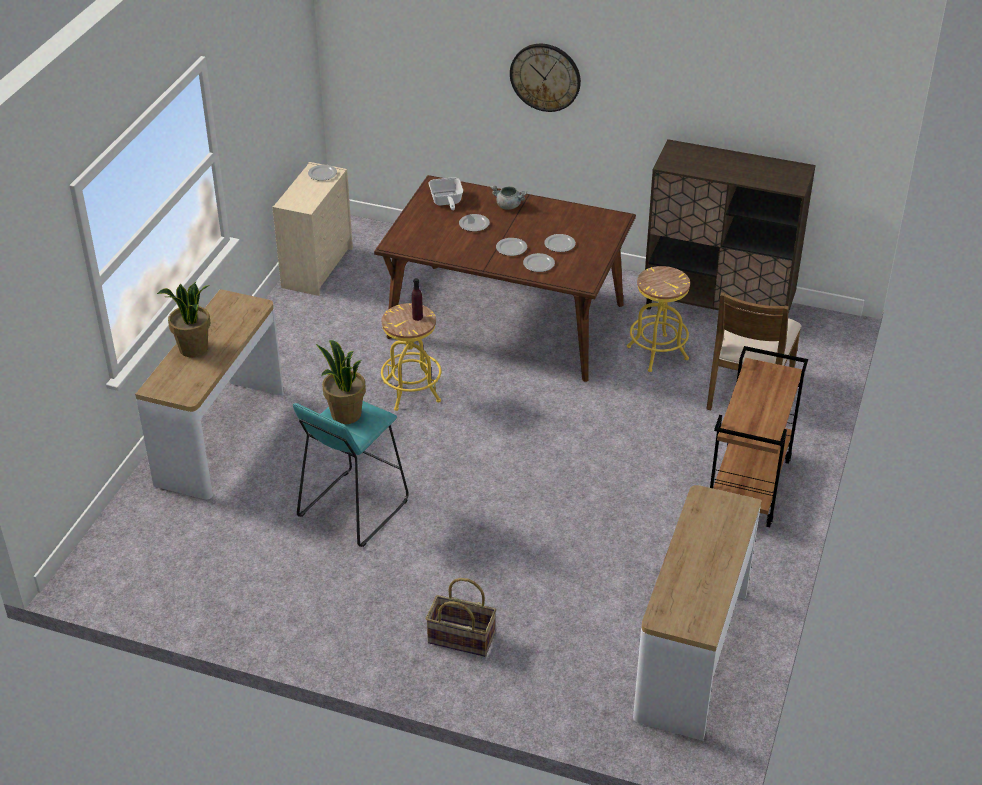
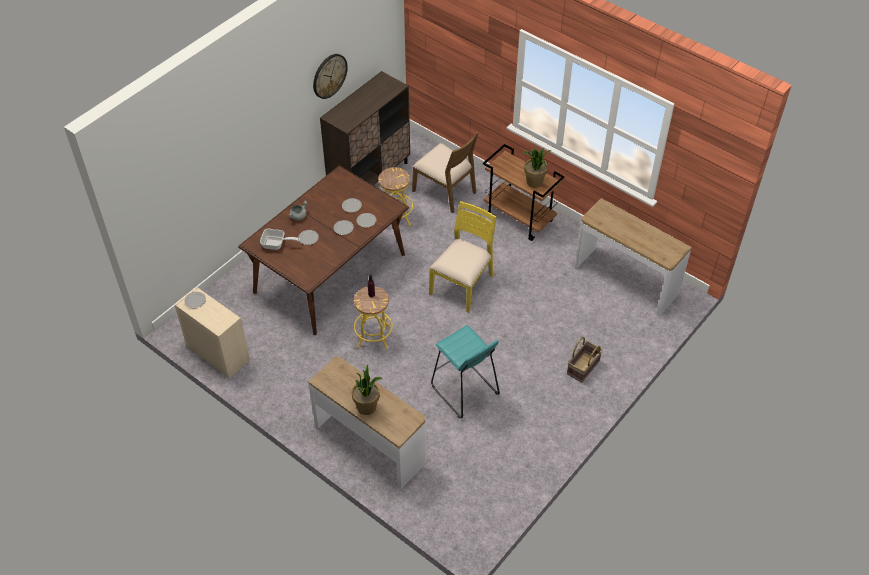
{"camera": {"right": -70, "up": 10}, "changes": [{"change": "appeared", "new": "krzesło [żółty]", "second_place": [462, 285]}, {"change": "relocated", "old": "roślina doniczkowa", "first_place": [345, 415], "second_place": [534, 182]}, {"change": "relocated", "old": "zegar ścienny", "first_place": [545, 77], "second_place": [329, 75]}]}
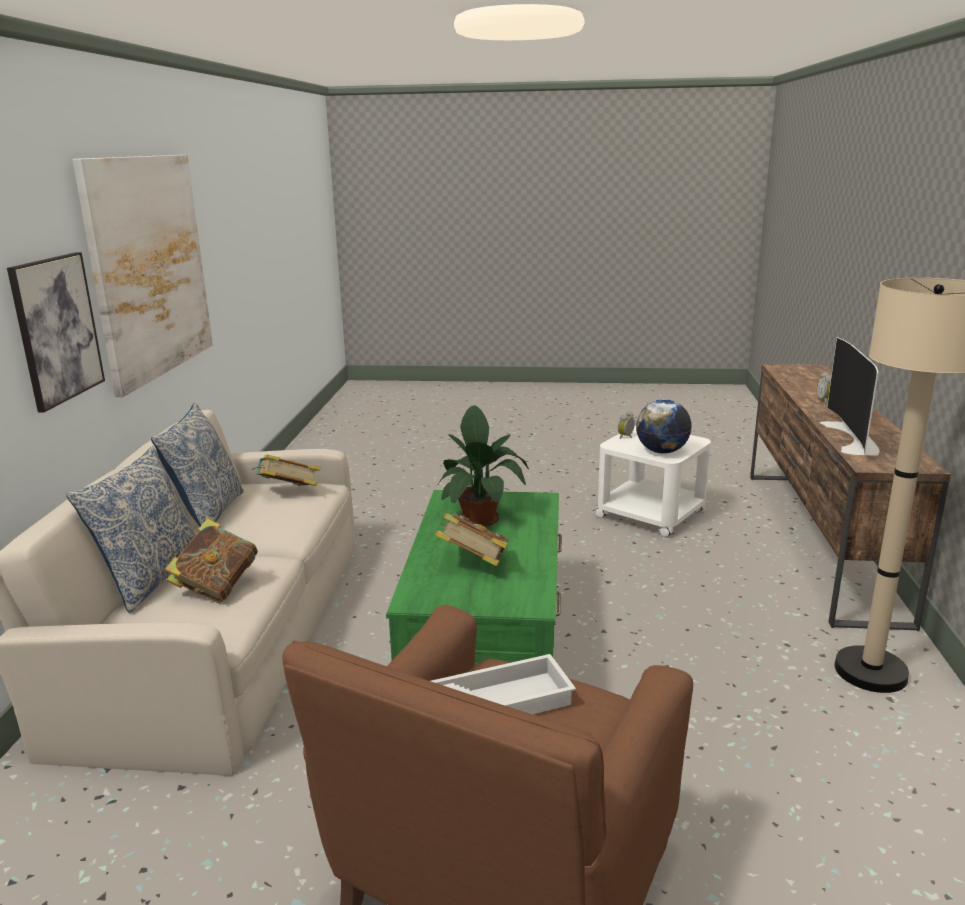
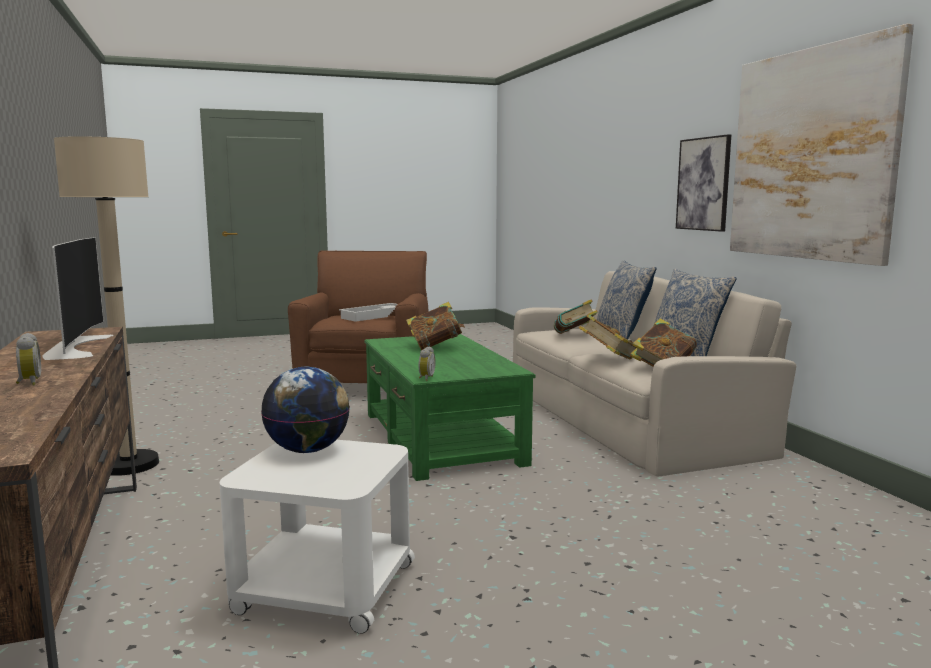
{"camera": {"right": 155, "up": -10}, "changes": [{"change": "missing", "old": "roślina doniczkowa", "first_place": [481, 517]}, {"change": "appeared", "new": "książka", "second_place": [608, 359]}, {"change": "relocated", "old": "budzik", "first_place": [626, 437], "second_place": [425, 378]}]}
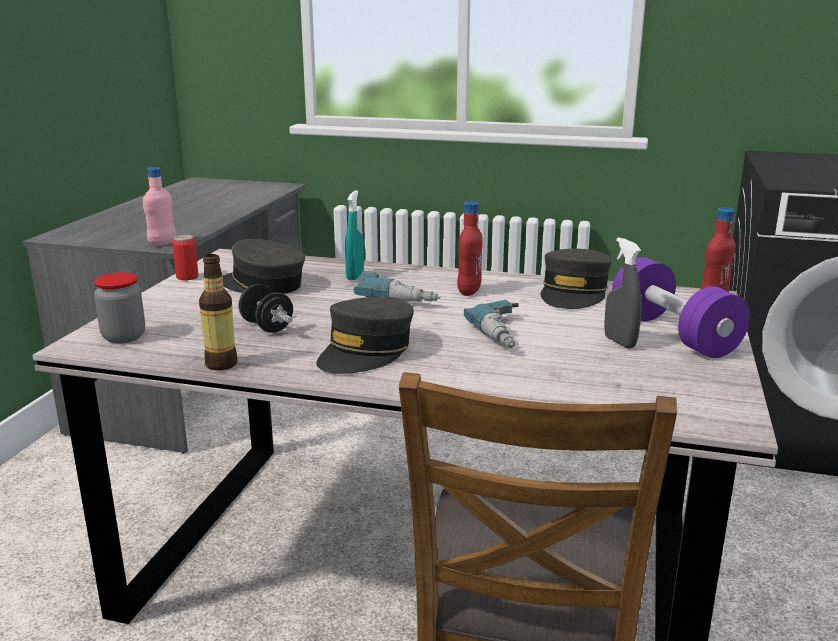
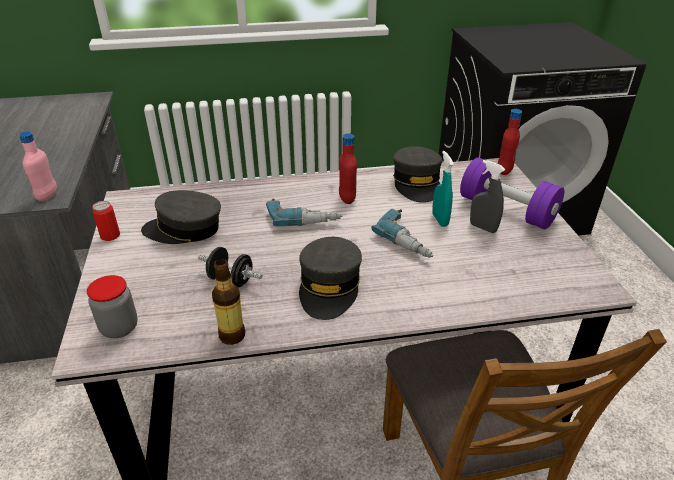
{"camera": {"right": -25, "up": 15}, "changes": [{"change": "relocated", "old": "spryskiwacz [turkusowy]", "first_place": [355, 276], "second_place": [440, 220]}]}
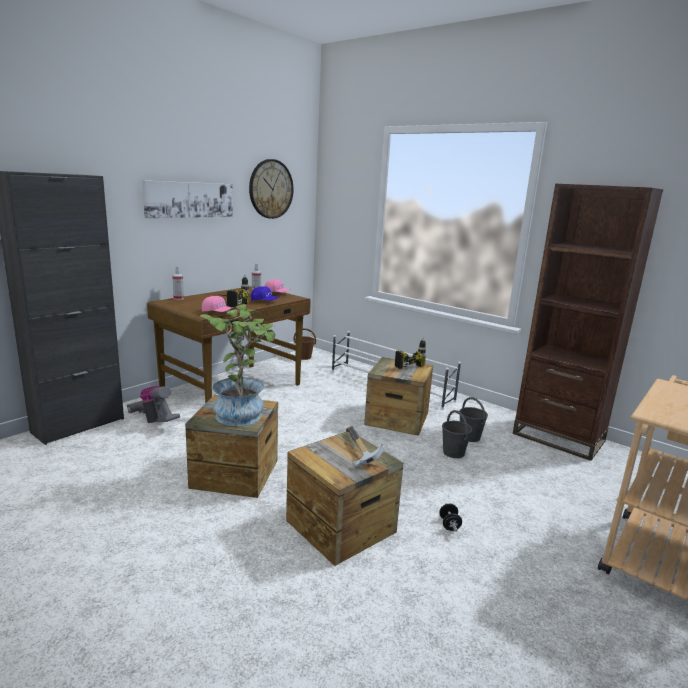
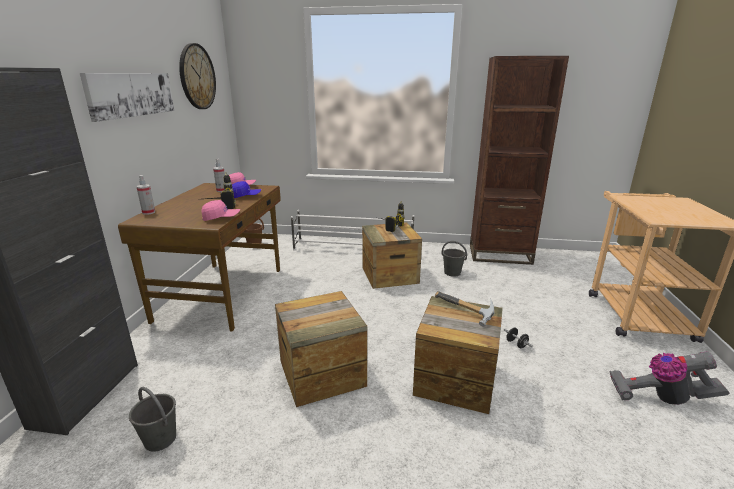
{"camera": {"right": -30, "up": 5}, "changes": [{"change": "missing", "old": "roślina doniczkowa", "first_place": [242, 412]}, {"change": "relocated", "old": "odkurzacz", "first_place": [155, 421], "second_place": [660, 397]}, {"change": "relocated", "old": "wiadro [szary]", "first_place": [454, 453], "second_place": [160, 439]}]}
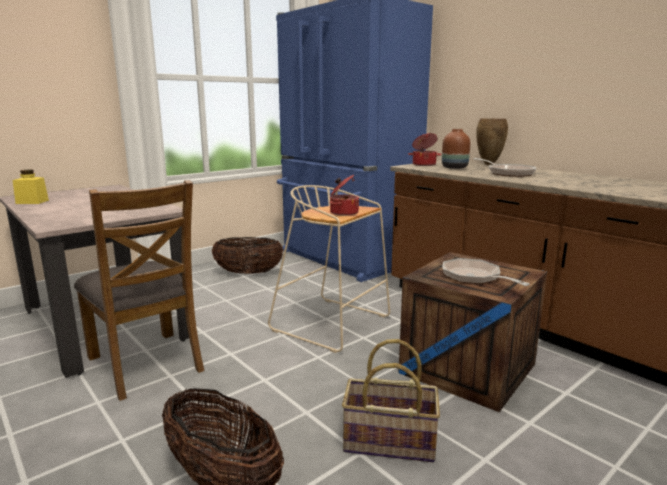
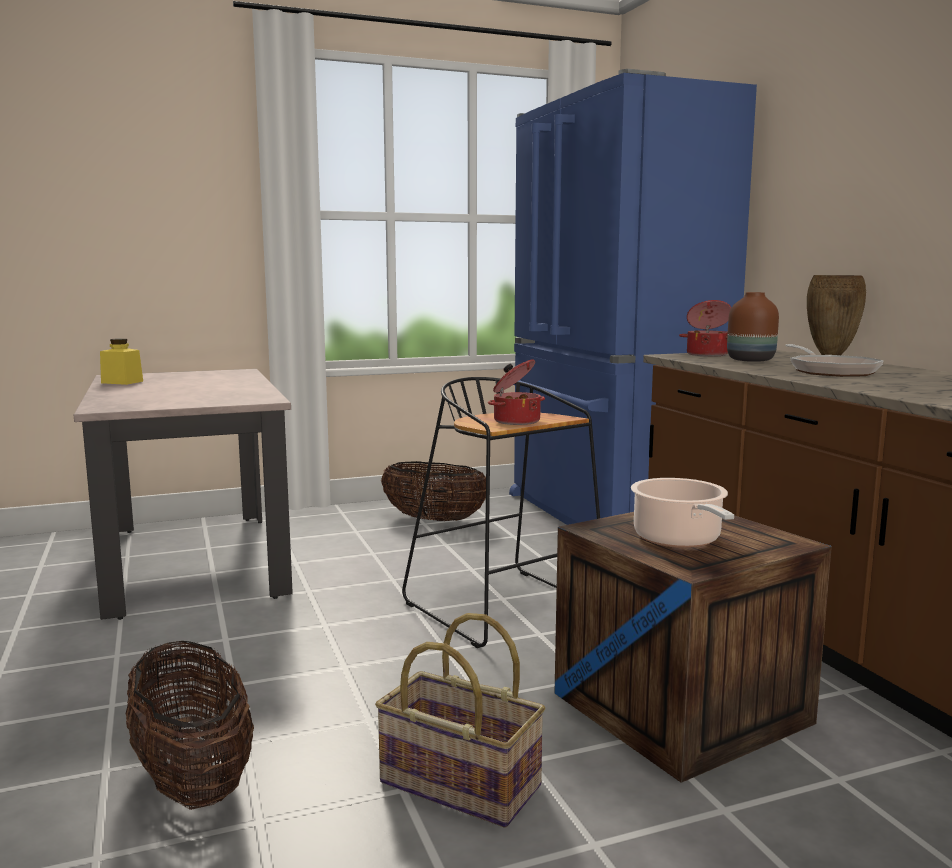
{"camera": {"right": 20, "up": -5}, "changes": [{"change": "missing", "old": "krzesło [brązowy]", "first_place": [146, 363]}, {"change": "exchanged", "old": "patelnia", "new": "garnek", "first_place": [474, 277], "second_place": [679, 540]}, {"change": "colour", "old": "stołek [beżowy]", "new": "stołek [czarny]", "first_place": [333, 324], "second_place": [507, 607]}]}
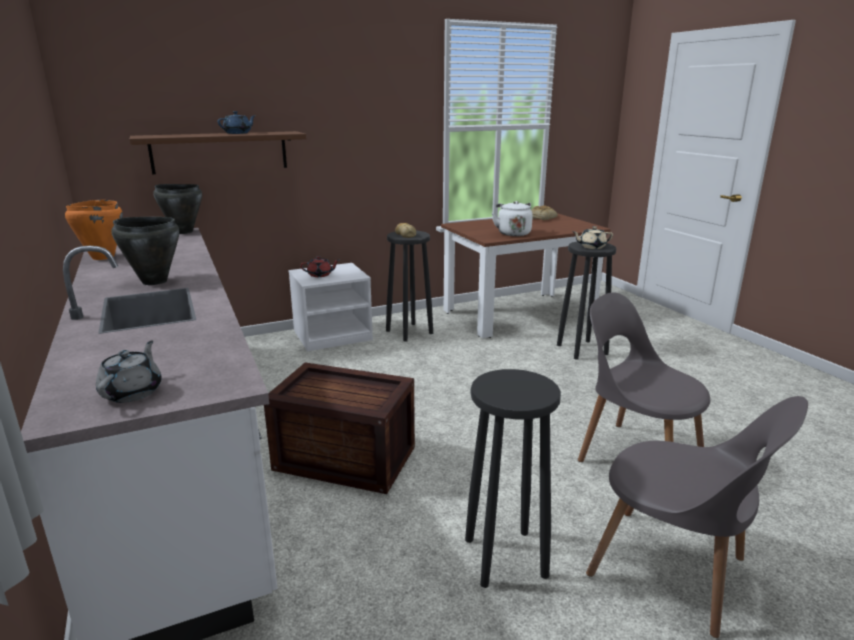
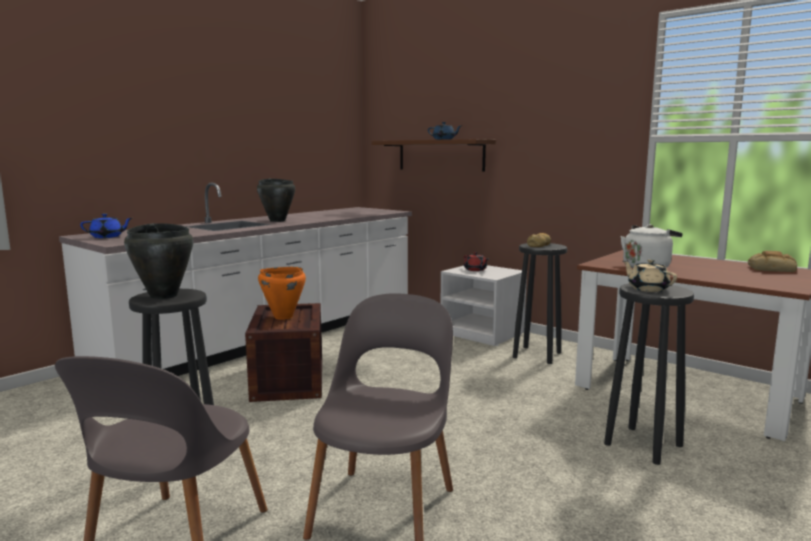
{"camera": {"right": 65, "up": -10}, "changes": [{"change": "relocated", "old": "garnek [pomarańczowy]", "first_place": [102, 257], "second_place": [283, 317]}, {"change": "relocated", "old": "garnek [czarny]", "first_place": [183, 232], "second_place": [164, 295]}, {"change": "colour", "old": "imbryk [szary]", "new": "imbryk [niebieski]", "first_place": [133, 392], "second_place": [107, 237]}]}
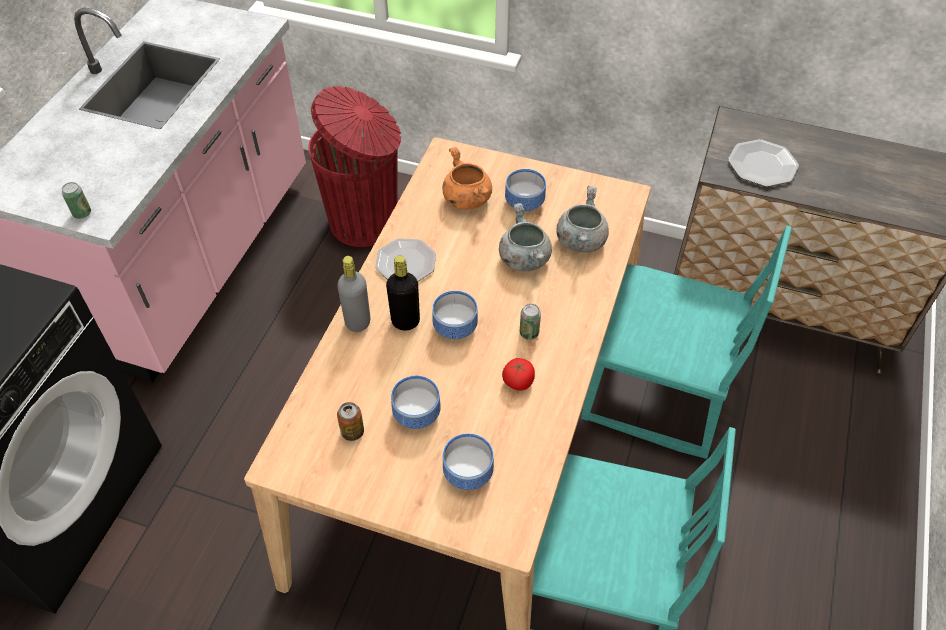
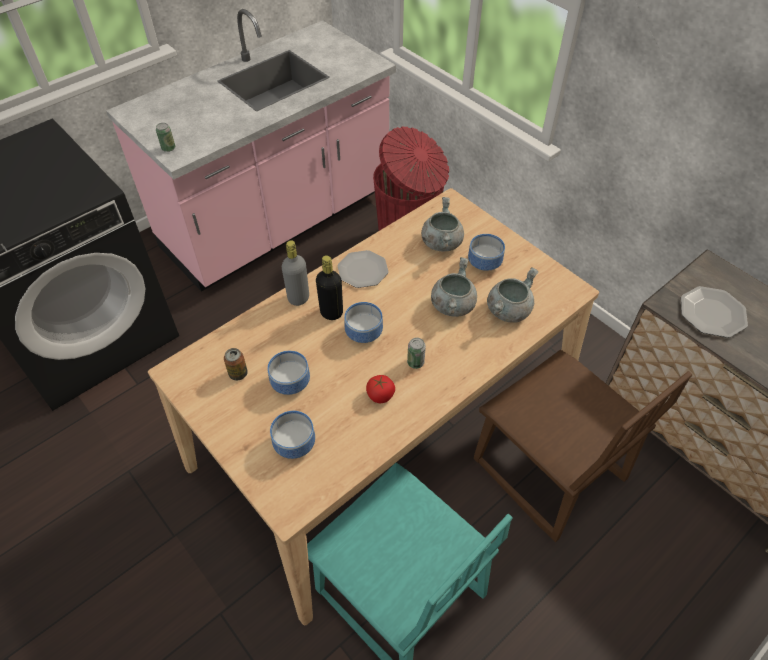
{"camera": {"right": 30, "up": 0}, "changes": [{"change": "colour", "old": "garnek [pomarańczowy]", "new": "garnek [szary]", "first_place": [466, 199], "second_place": [441, 242]}, {"change": "colour", "old": "krzesło [turkusowy]", "new": "krzesło [brązowy]", "first_place": [656, 395], "second_place": [547, 470]}]}
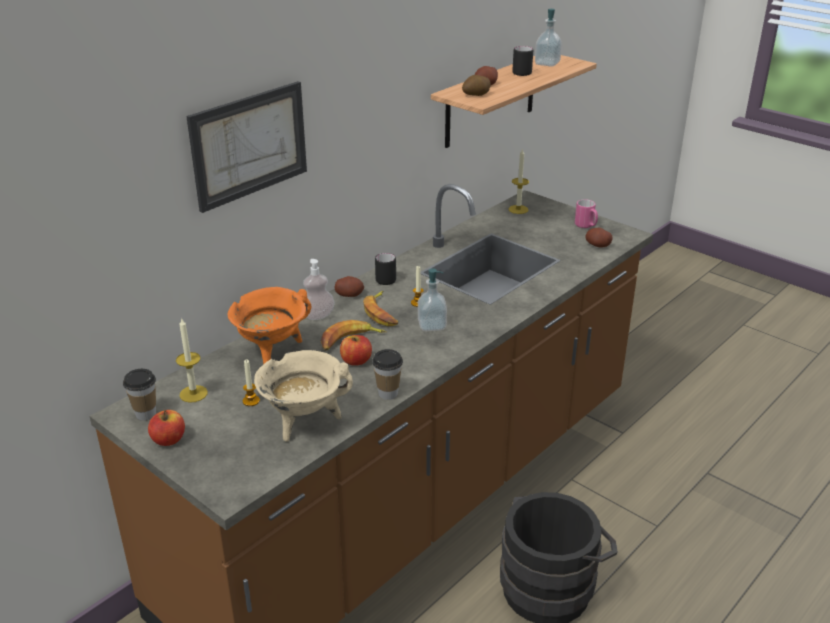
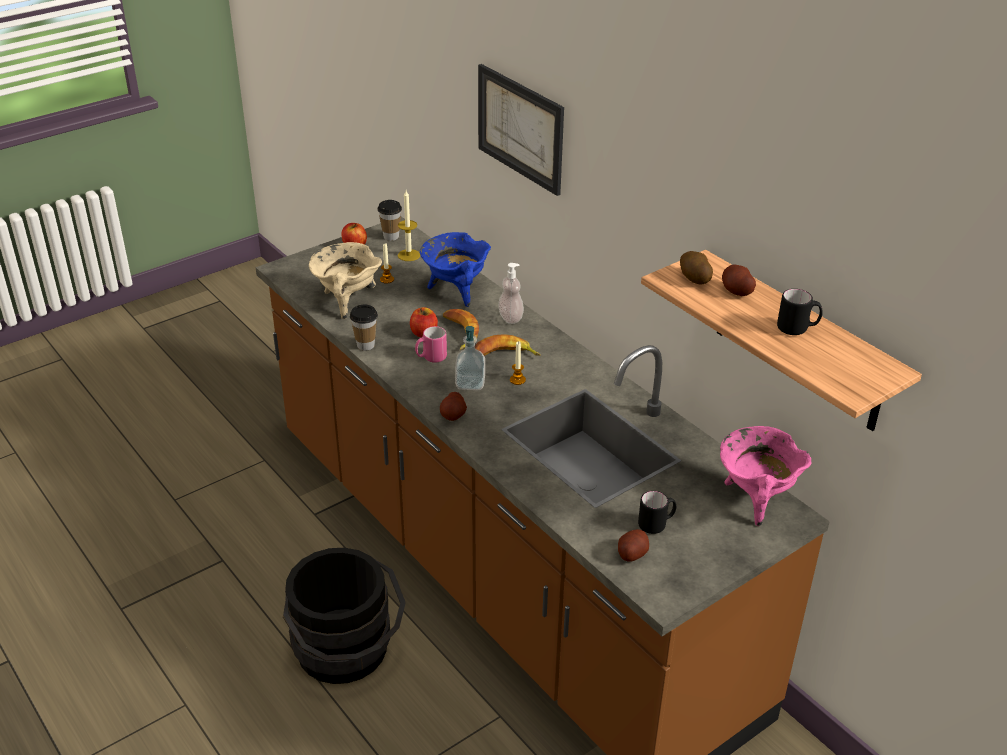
{"camera": {"right": 100, "up": 5}, "changes": [{"change": "missing", "old": "dozownik mydła", "first_place": [547, 63]}, {"change": "relocated", "old": "ziemniak", "first_place": [349, 295], "second_place": [453, 415]}, {"change": "relocated", "old": "kubek [czarny]", "first_place": [383, 279], "second_place": [656, 524]}, {"change": "relocated", "old": "kubek [różowy]", "first_place": [586, 226], "second_place": [431, 358]}, {"change": "exchanged", "old": "świeca", "new": "garnek [różowy]", "first_place": [518, 209], "second_place": [755, 499]}, {"change": "colour", "old": "garnek [pomarańczowy]", "new": "garnek [niebieski]", "first_place": [272, 352], "second_place": [456, 291]}]}
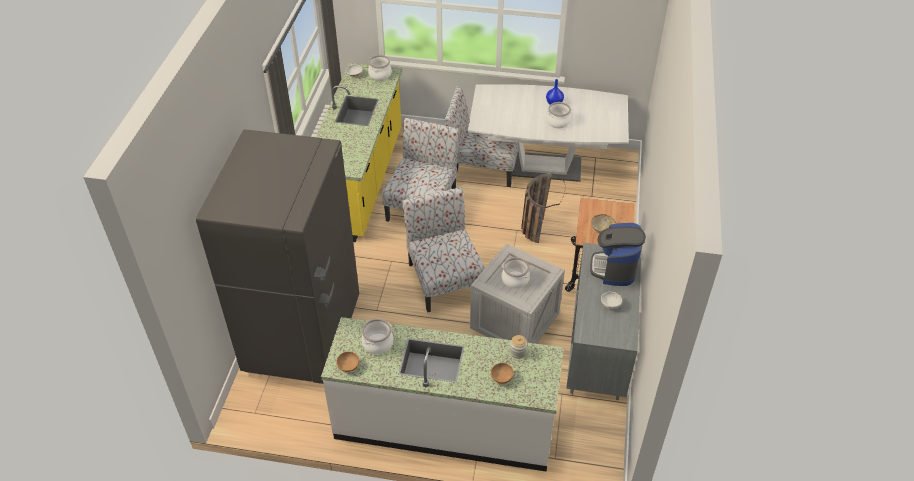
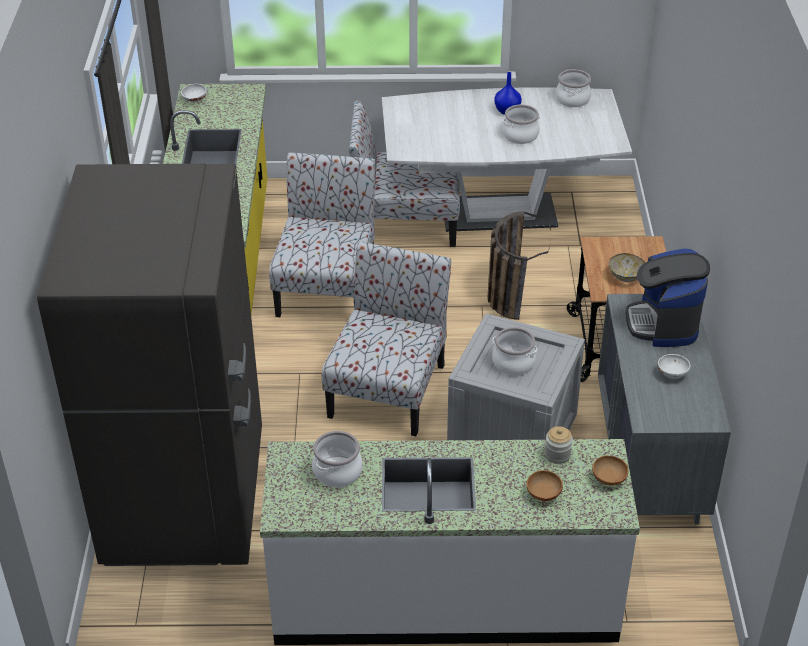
{"camera": {"right": -10, "up": -5}, "changes": [{"change": "relocated", "old": "miska [brązowy]", "first_place": [348, 367], "second_place": [608, 479]}, {"change": "relocated", "old": "garnek", "first_place": [380, 75], "second_place": [573, 99]}, {"change": "spun", "old": "krzesło", "first_place": [444, 279], "second_place": [388, 388], "degrees": 45}]}
